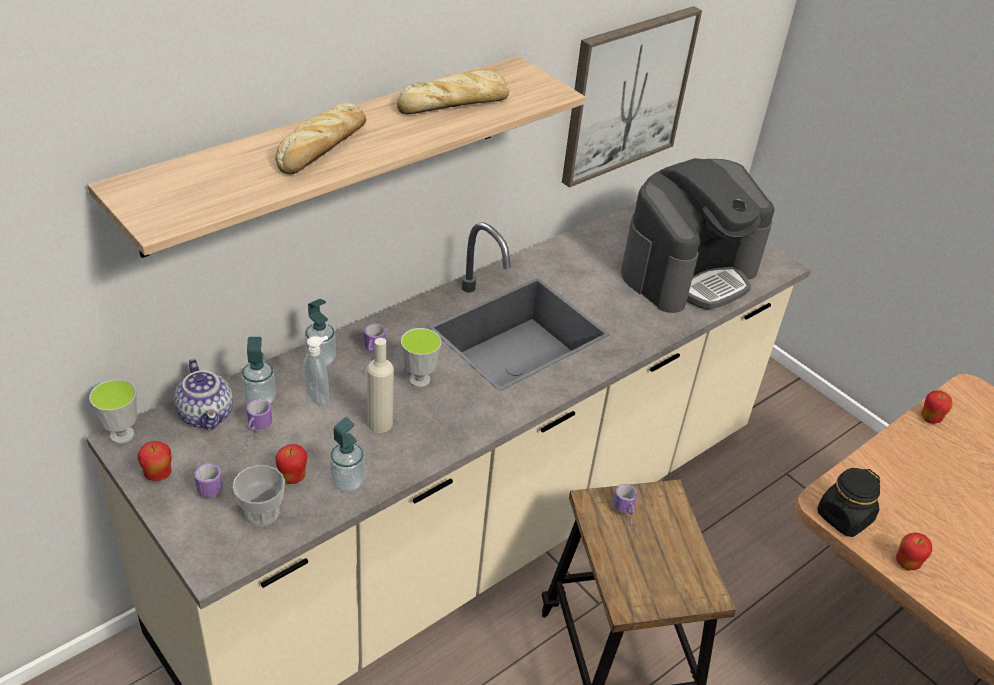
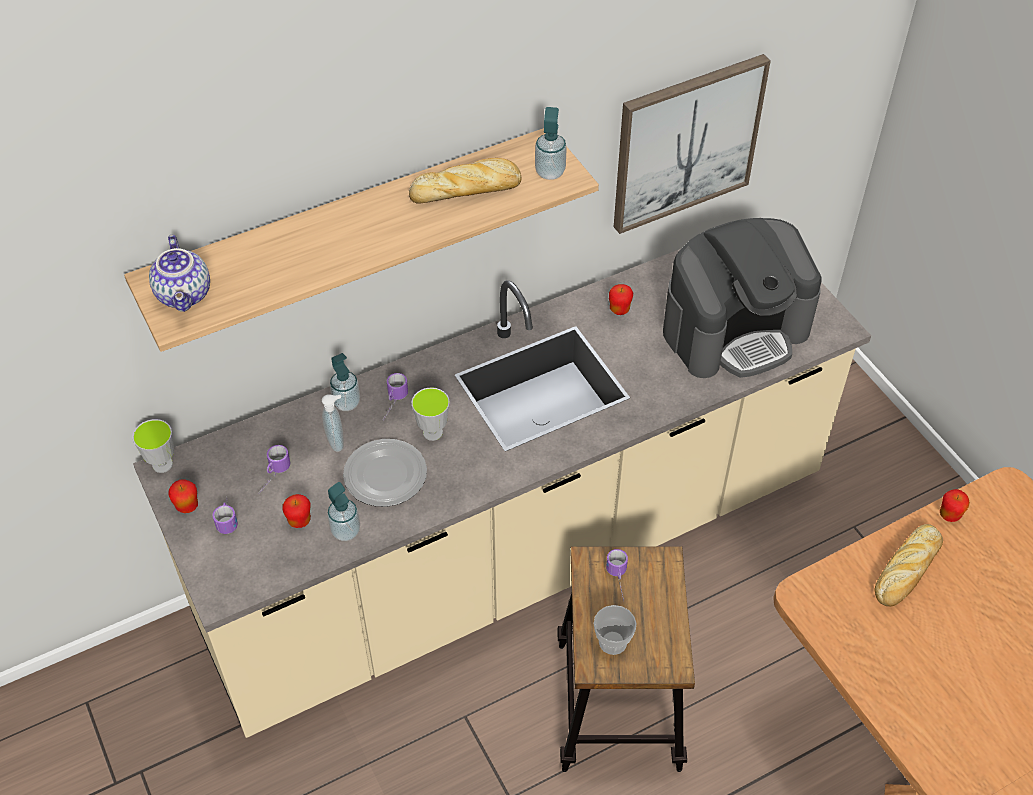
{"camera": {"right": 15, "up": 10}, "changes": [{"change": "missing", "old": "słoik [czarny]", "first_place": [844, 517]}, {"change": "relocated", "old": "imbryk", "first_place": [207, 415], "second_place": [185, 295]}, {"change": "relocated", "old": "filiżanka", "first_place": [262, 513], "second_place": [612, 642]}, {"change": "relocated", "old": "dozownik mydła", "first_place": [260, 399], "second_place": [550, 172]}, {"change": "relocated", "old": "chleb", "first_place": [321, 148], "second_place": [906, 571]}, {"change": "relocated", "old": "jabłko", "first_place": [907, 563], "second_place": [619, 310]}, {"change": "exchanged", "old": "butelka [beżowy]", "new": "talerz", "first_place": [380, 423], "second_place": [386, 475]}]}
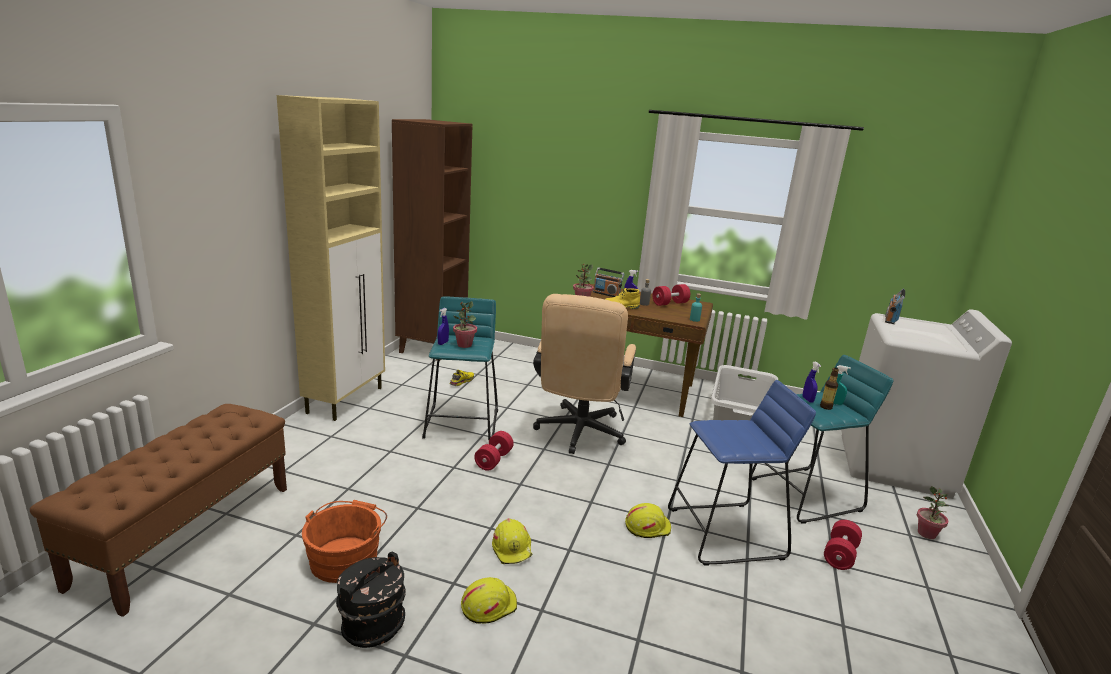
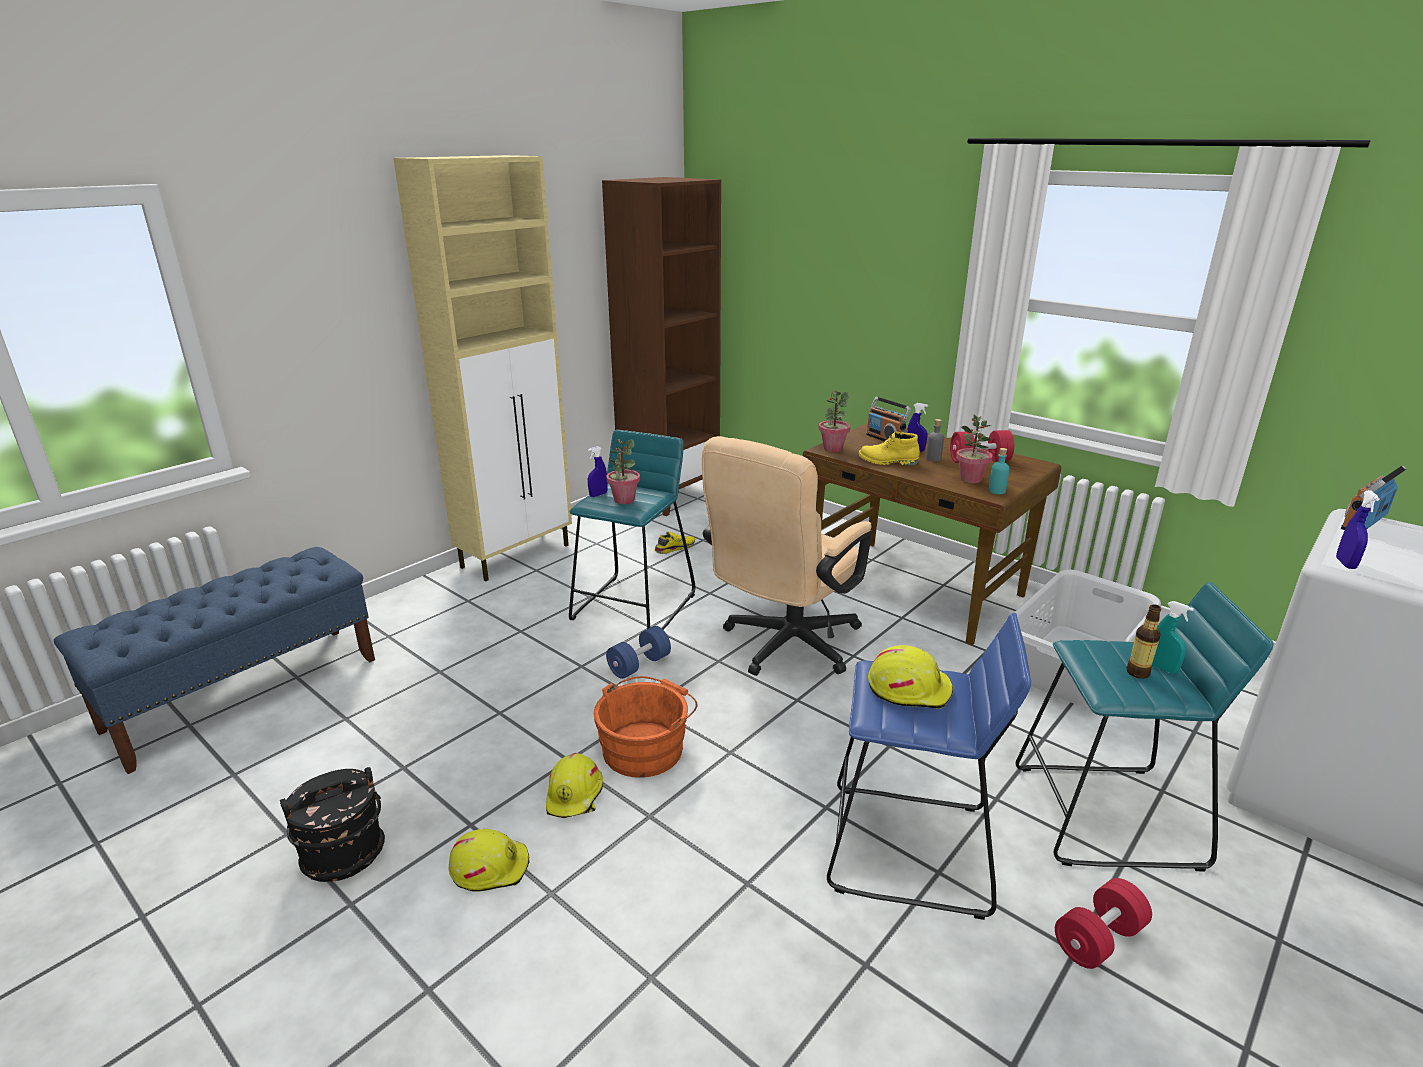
{"camera": {"right": 25, "up": 5}, "changes": [{"change": "relocated", "old": "wiadro [pomarańczowy]", "first_place": [346, 557], "second_place": [646, 747]}, {"change": "relocated", "old": "kask [żółty]", "first_place": [647, 526], "second_place": [909, 688]}, {"change": "relocated", "old": "spryskiwacz [niebieski]", "first_place": [807, 400], "second_place": [1345, 564]}, {"change": "relocated", "old": "roślina doniczkowa", "first_place": [926, 534], "second_place": [970, 479]}, {"change": "colour", "old": "ławka [brązowy]", "new": "ławka [niebieski]", "first_place": [187, 533], "second_place": [245, 693]}, {"change": "colour", "old": "hantel [czerwony]", "new": "hantel [niebieski]", "first_place": [493, 460], "second_place": [639, 665]}]}
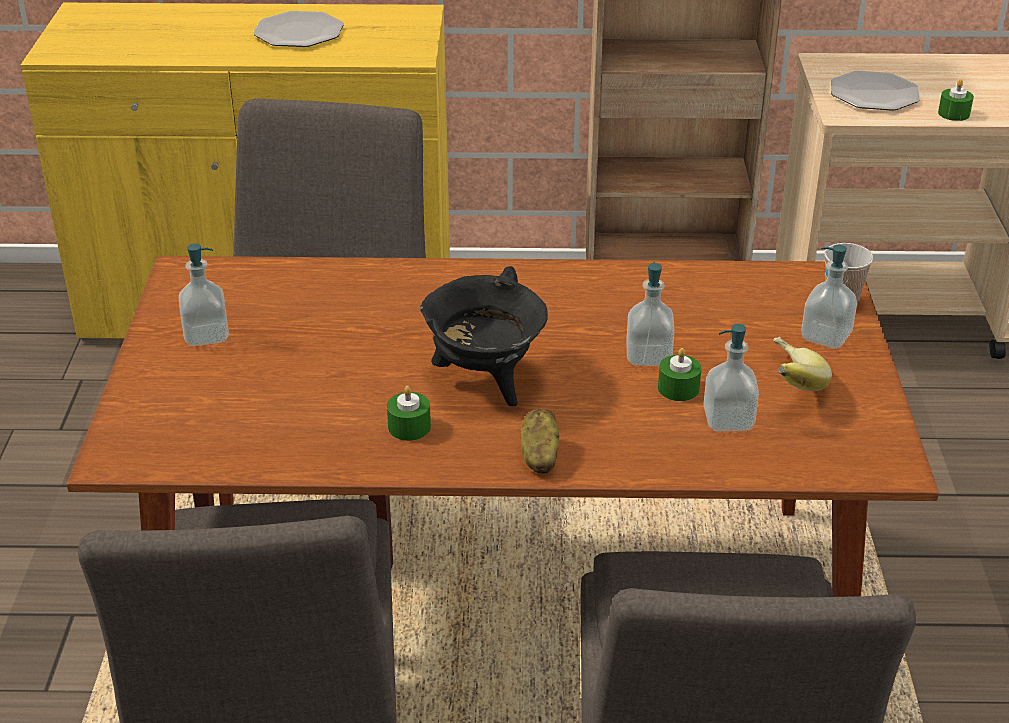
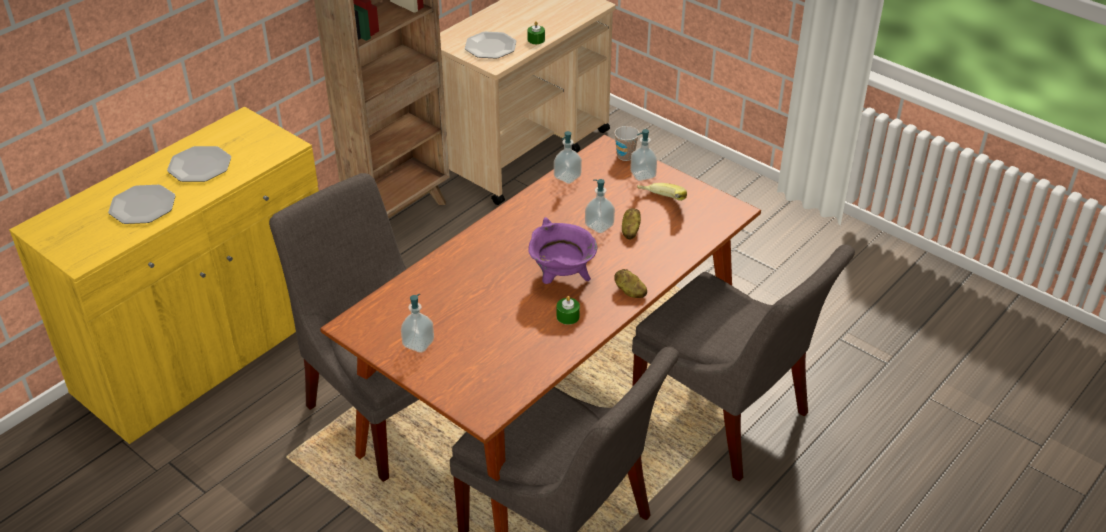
{"camera": {"right": -50, "up": 5}, "changes": [{"change": "appeared", "new": "talerz", "second_place": [142, 206]}, {"change": "relocated", "old": "dozownik mydła", "first_place": [728, 420], "second_place": [567, 177]}, {"change": "exchanged", "old": "świeca [zielony]", "new": "ziemniak", "first_place": [678, 388], "second_place": [630, 231]}, {"change": "colour", "old": "garnek [czarny]", "new": "garnek [fioletowy]", "first_place": [485, 381], "second_place": [562, 278]}]}
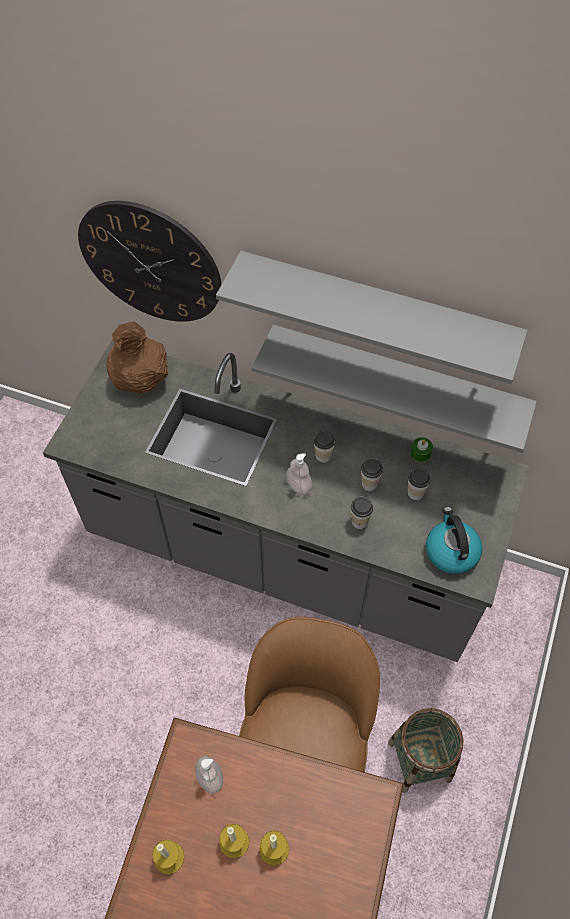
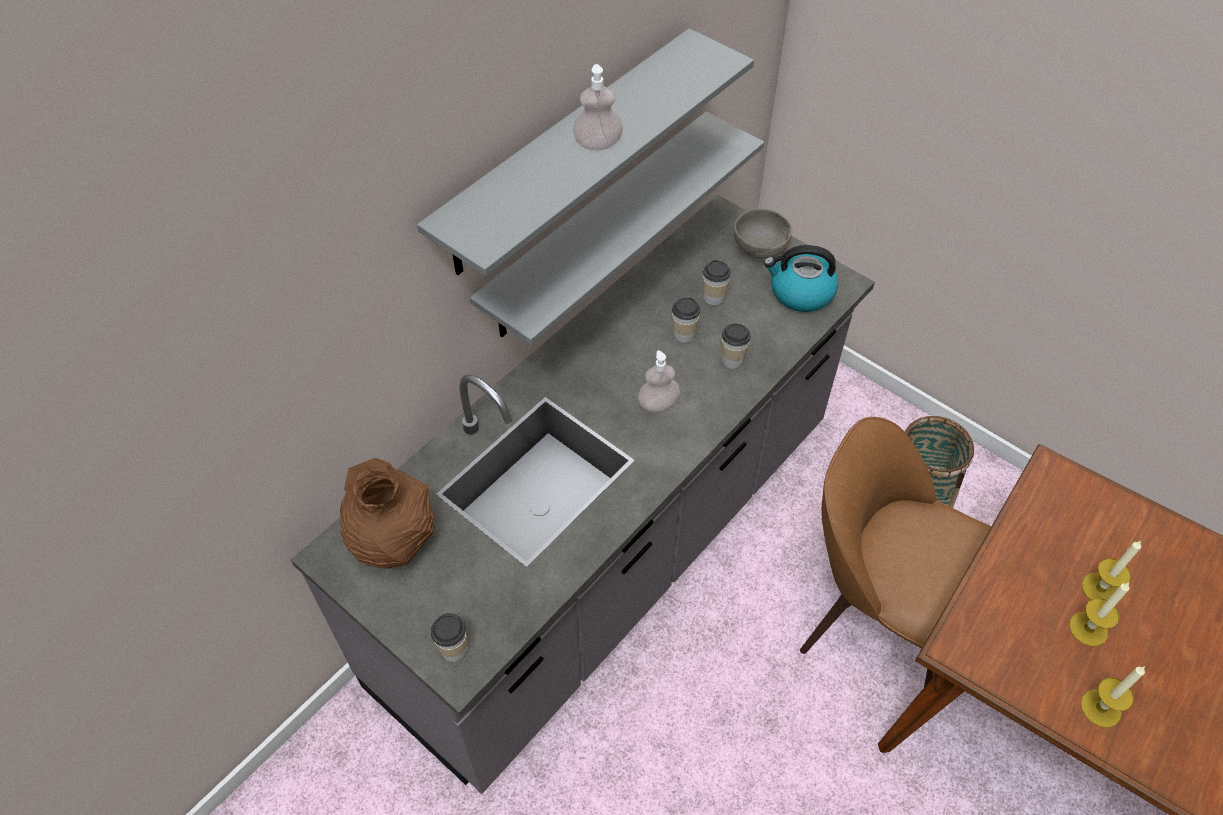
{"camera": {"right": -70, "up": -5}, "changes": [{"change": "missing", "old": "zegar ścienny", "first_place": [150, 263]}, {"change": "missing", "old": "świeca [zielony]", "first_place": [420, 453]}, {"change": "appeared", "new": "miska [szary]", "second_place": [759, 250]}, {"change": "relocated", "old": "dozownik mydła", "first_place": [210, 777], "second_place": [598, 143]}, {"change": "relocated", "old": "filiżanka", "first_place": [323, 456], "second_place": [454, 650]}]}
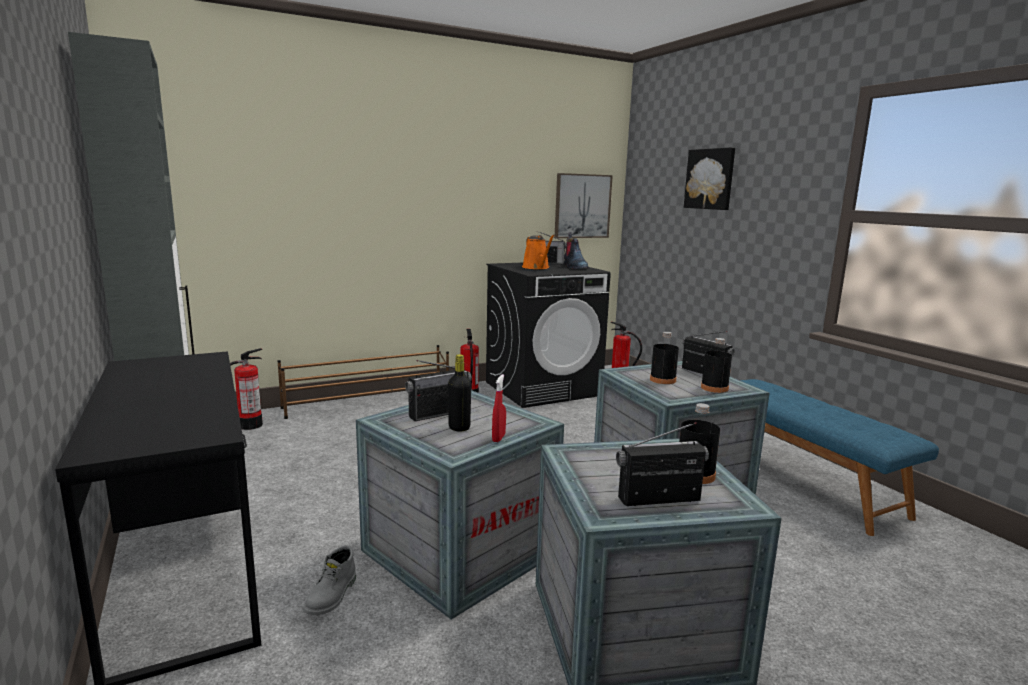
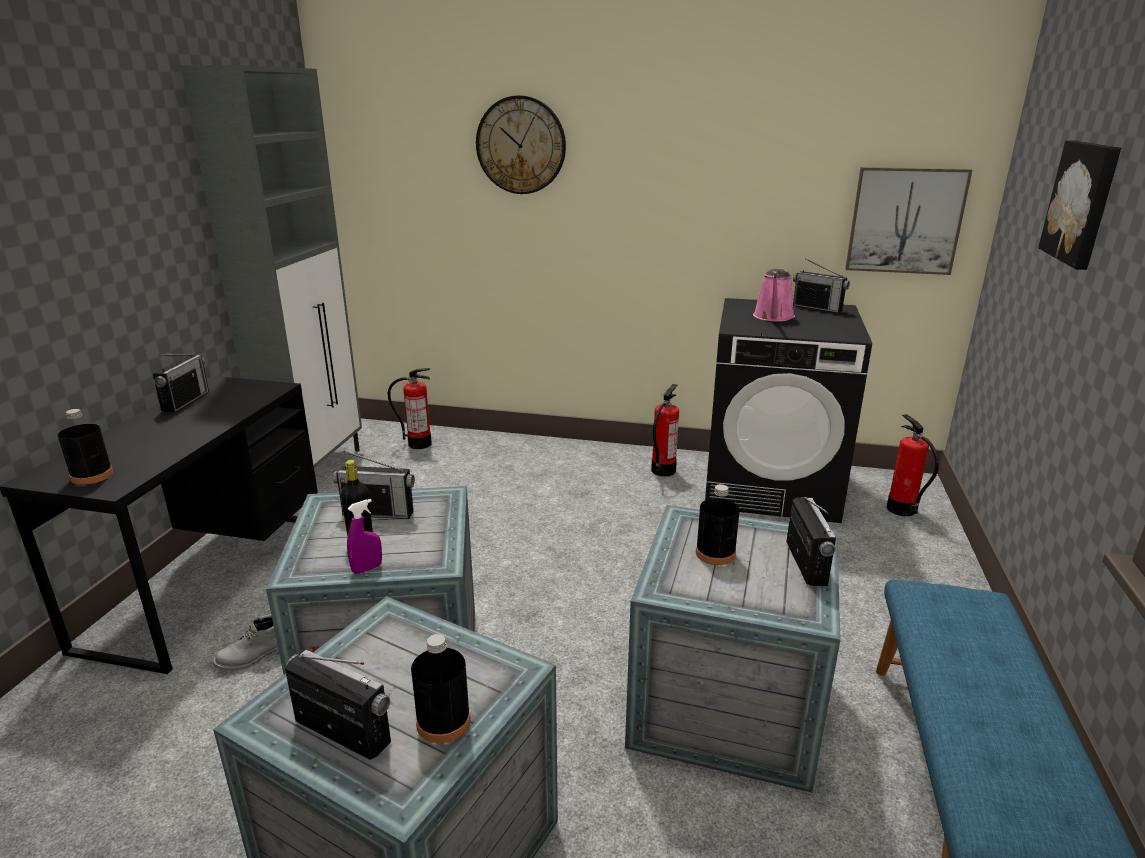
{"camera": {"right": 40, "up": 10}, "changes": [{"change": "missing", "old": "regał na buty [brązowy]", "first_place": [369, 402]}, {"change": "missing", "old": "but z cholewką", "first_place": [574, 267]}, {"change": "appeared", "new": "radio", "second_place": [186, 401]}, {"change": "appeared", "new": "zegar ścienny", "second_place": [521, 145]}, {"change": "relocated", "old": "butelka [czarny]", "first_place": [714, 388], "second_place": [92, 476]}, {"change": "colour", "old": "spryskiwacz [czerwony]", "new": "spryskiwacz [fioletowy]", "first_place": [498, 438], "second_place": [367, 569]}, {"change": "colour", "old": "konewka [pomarańczowy]", "new": "konewka [różowy]", "first_place": [537, 267], "second_place": [773, 317]}]}
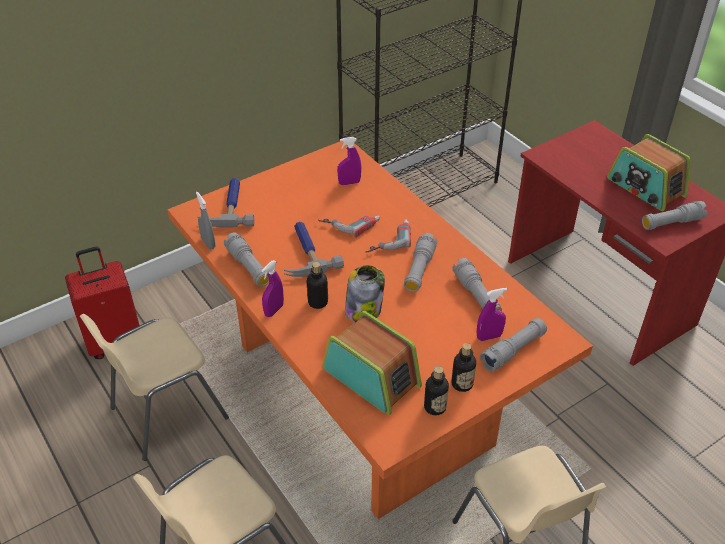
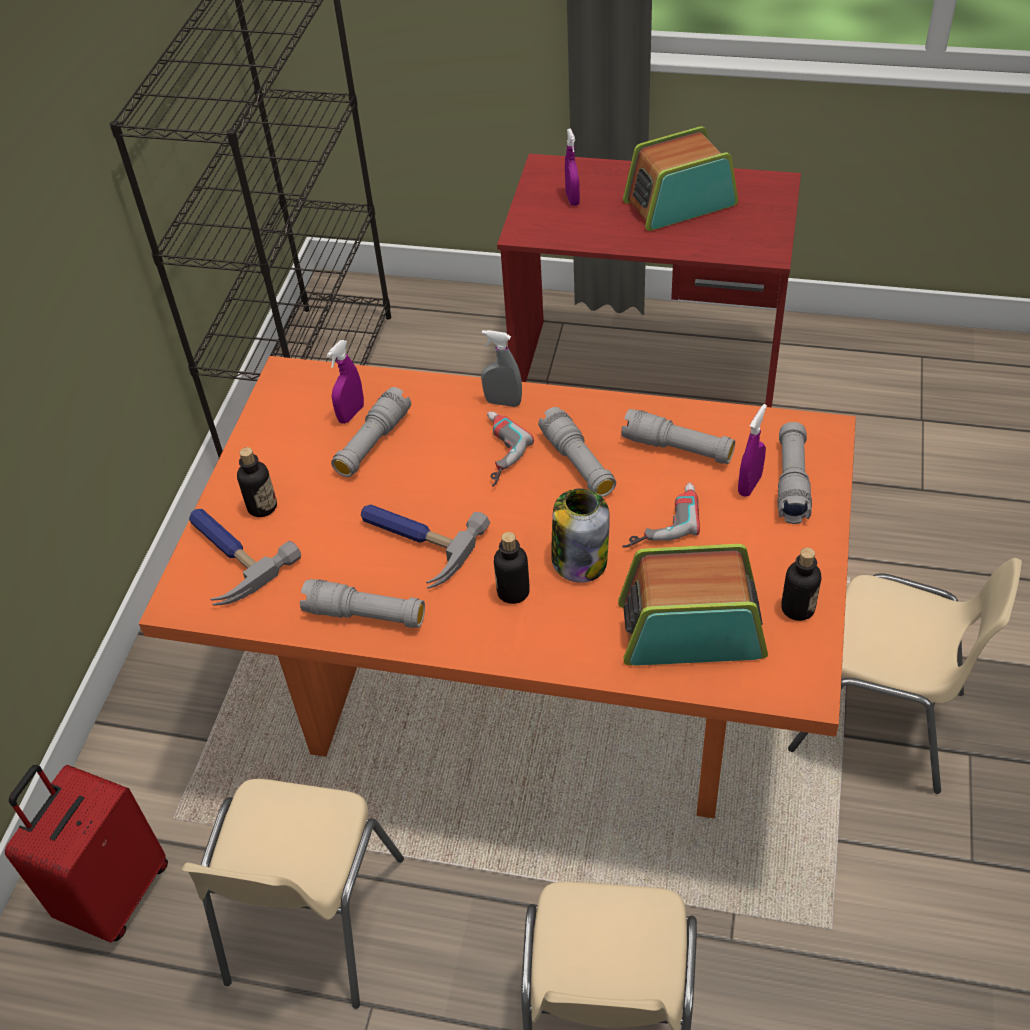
{"camera": {"right": -40, "up": 5}, "changes": [{"change": "relocated", "old": "spryskiwacz [szary]", "first_place": [208, 243], "second_place": [503, 402]}, {"change": "relocated", "old": "spryskiwacz [fioletowy]", "first_place": [274, 310], "second_place": [572, 199]}, {"change": "relocated", "old": "wiertarka", "first_place": [350, 222], "second_place": [659, 519]}, {"change": "relocated", "old": "butelka", "first_place": [462, 384], "second_place": [262, 507]}, {"change": "relocated", "old": "latarka [szary]", "first_place": [671, 223], "second_place": [373, 443]}, {"change": "spun", "old": "radio", "first_place": [645, 188], "second_place": [679, 203], "degrees": 150}]}
